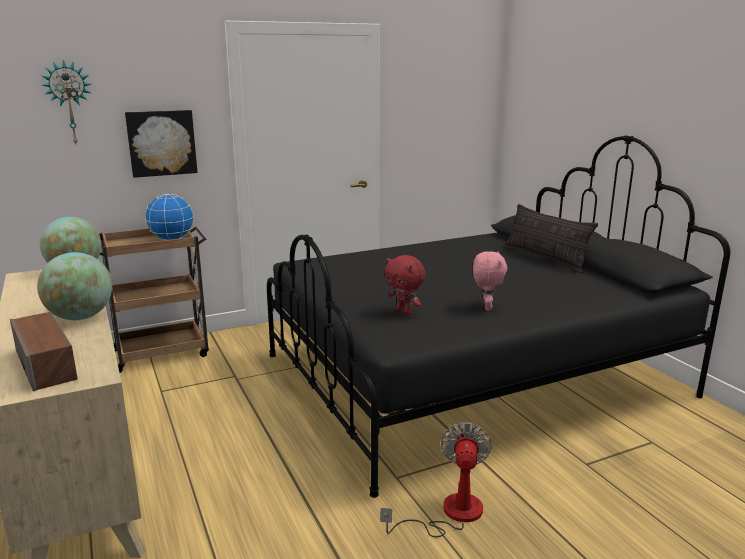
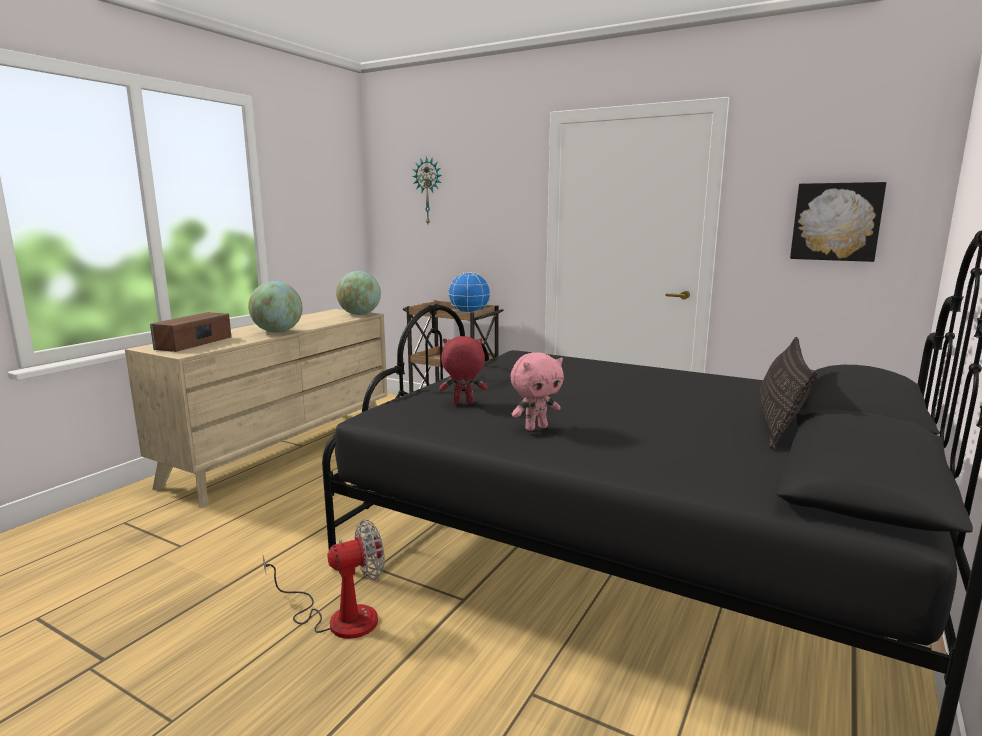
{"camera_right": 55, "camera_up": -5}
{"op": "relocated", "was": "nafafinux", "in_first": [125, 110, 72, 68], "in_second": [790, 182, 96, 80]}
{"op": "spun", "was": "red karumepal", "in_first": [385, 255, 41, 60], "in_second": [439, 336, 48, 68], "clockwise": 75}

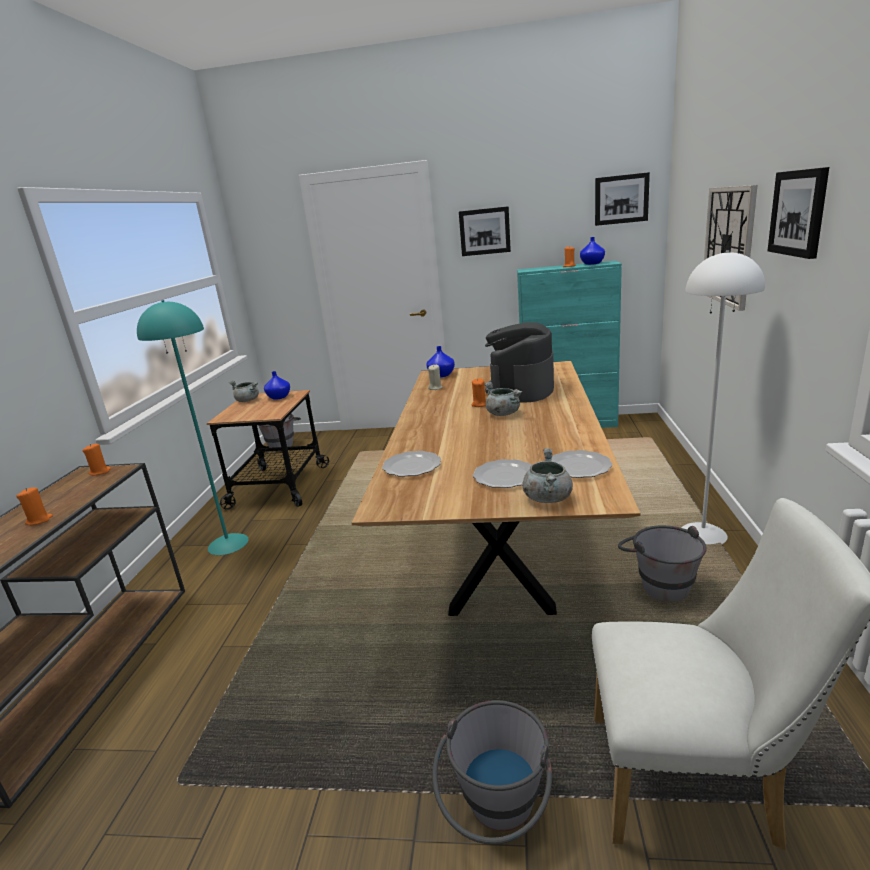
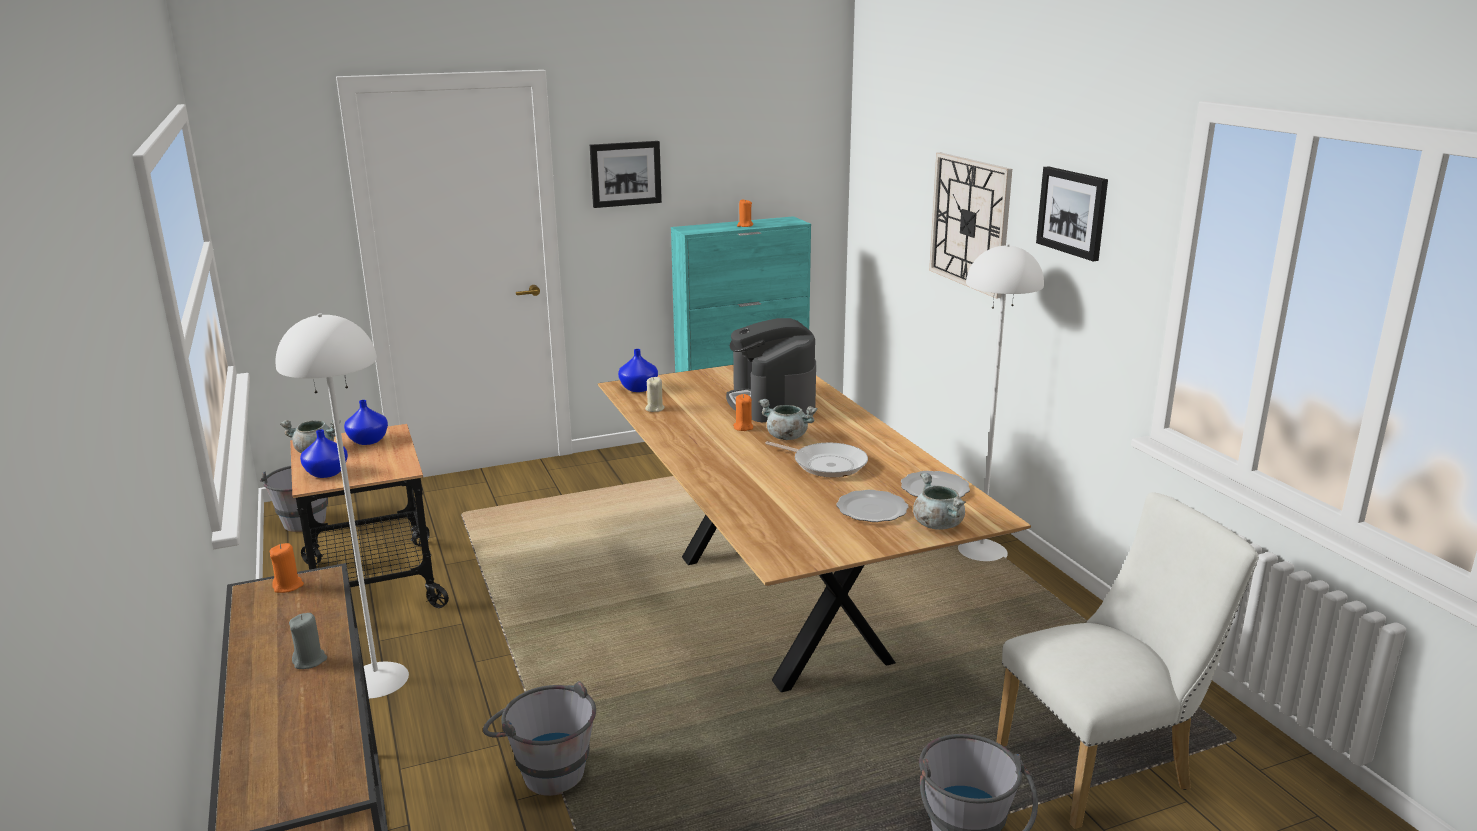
{"camera_right": -30, "camera_up": 0}
{"op": "colour", "was": "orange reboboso", "now": "grey reboboso", "in_first": [17, 487, 36, 38], "in_second": [289, 613, 38, 56]}
{"op": "colour", "was": "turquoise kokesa", "now": "white kokesa", "in_first": [137, 300, 112, 255], "in_second": [276, 313, 133, 386]}
{"op": "missing", "was": "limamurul", "in_first": [382, 451, 59, 26]}
{"op": "relocated", "was": "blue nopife", "in_first": [580, 237, 25, 28], "in_second": [300, 429, 48, 49]}
{"op": "missing", "was": "nafafinux", "in_first": [595, 172, 55, 54]}
{"op": "relocated", "was": "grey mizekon", "in_first": [618, 525, 88, 77], "in_second": [483, 681, 113, 115]}
{"op": "appeared", "now": "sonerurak", "in_second": [765, 441, 103, 36]}

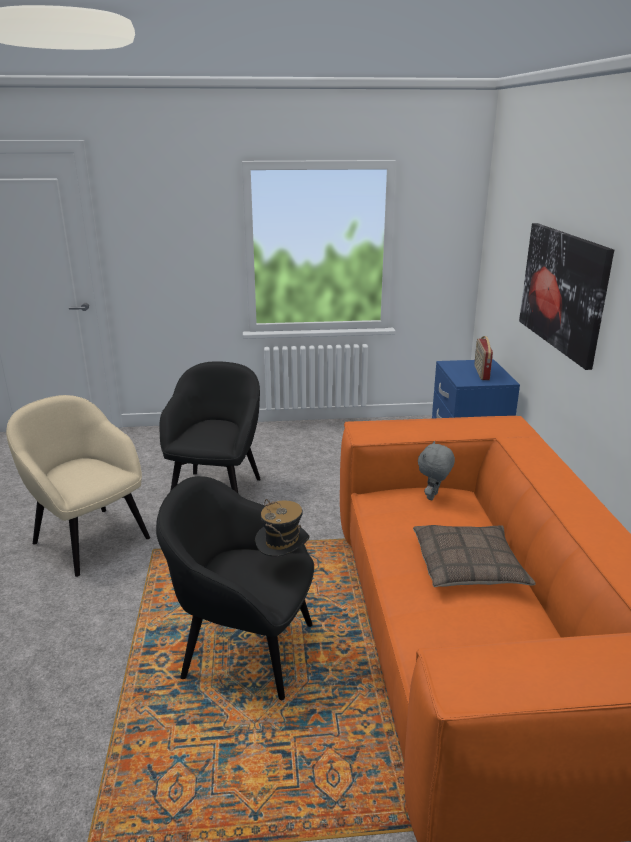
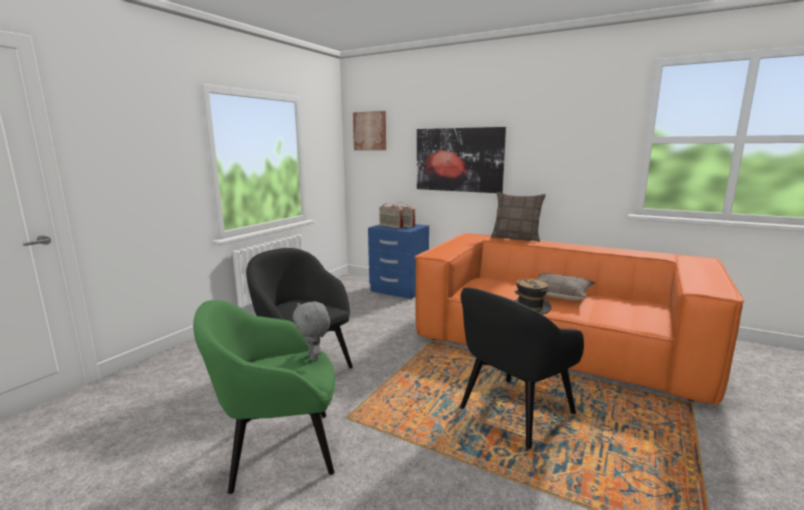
{"camera_right": -55, "camera_up": -10}
{"op": "colour", "was": "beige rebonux", "now": "green rebonux", "in_first": [6, 395, 144, 182], "in_second": [193, 300, 142, 194]}
{"op": "relocated", "was": "grey karumepal", "in_first": [418, 441, 37, 59], "in_second": [293, 302, 37, 59]}
{"op": "appeared", "now": "nafafinux", "in_second": [353, 111, 33, 39]}
{"op": "appeared", "now": "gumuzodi", "in_second": [379, 203, 24, 25]}
{"op": "appeared", "now": "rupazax", "in_second": [491, 192, 55, 50]}

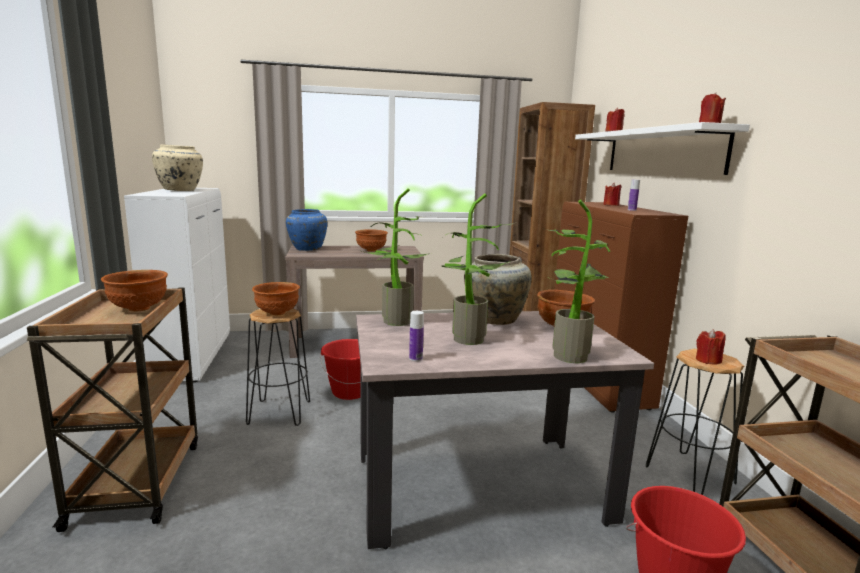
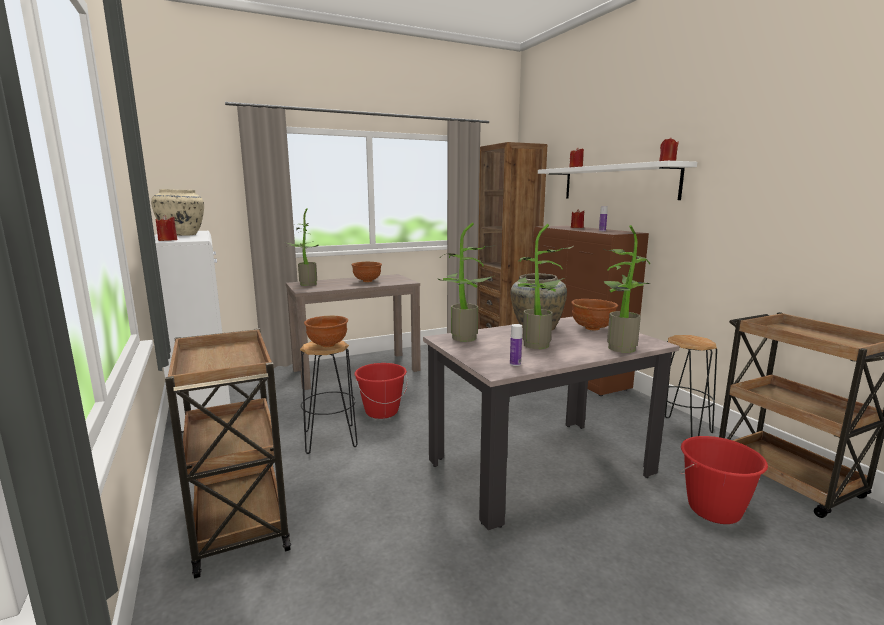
{"camera_right": -15, "camera_up": 0}
{"op": "missing", "was": "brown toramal", "in_first": [101, 270, 67, 42]}
{"op": "exchanged", "was": "blue nopife", "now": "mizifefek", "in_first": [286, 209, 41, 42], "in_second": [288, 208, 30, 78]}
{"op": "relocated", "was": "red reboboso", "in_first": [696, 329, 30, 35], "in_second": [156, 215, 22, 26]}

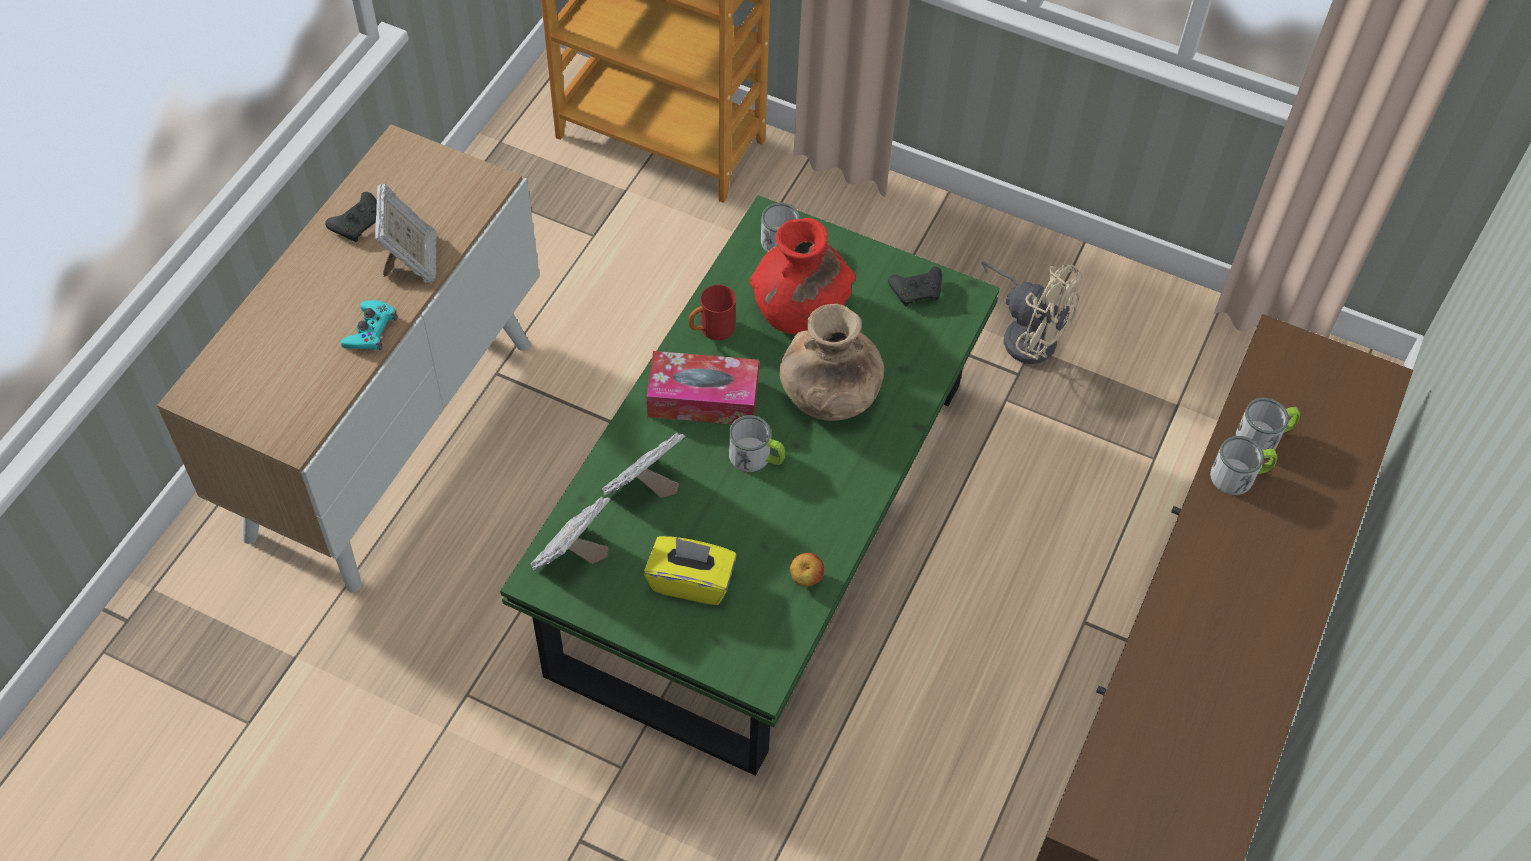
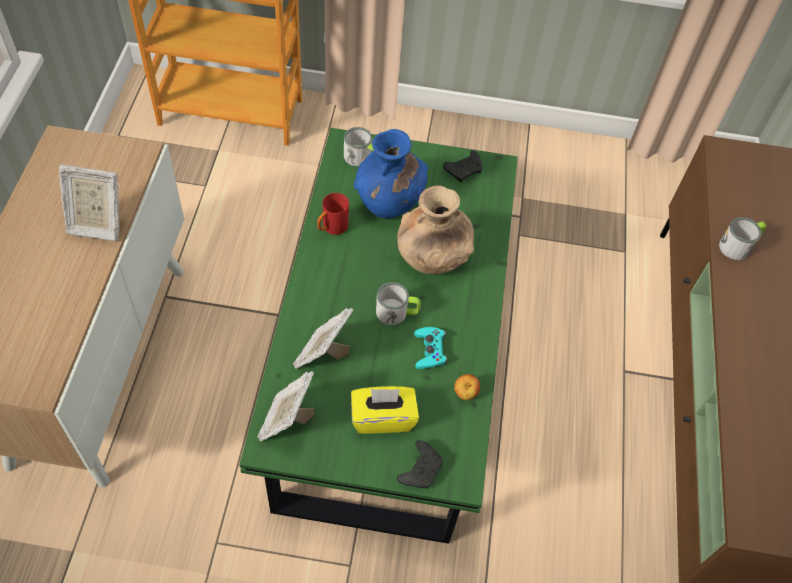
{"camera_right": -20, "camera_up": 0}
{"op": "relocated", "was": "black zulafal", "in_first": [325, 192, 52, 50], "in_second": [397, 440, 46, 48]}
{"op": "relocated", "was": "turquoise zulafal", "in_first": [341, 300, 56, 50], "in_second": [414, 327, 34, 42]}
{"op": "spun", "was": "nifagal", "in_first": [375, 184, 62, 100], "in_second": [58, 165, 61, 76], "clockwise": 120}
{"op": "missing", "was": "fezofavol", "in_first": [646, 351, 113, 73]}
{"op": "colour", "was": "red nopife", "now": "blue nopife", "in_first": [750, 218, 105, 116], "in_second": [354, 129, 74, 89]}
{"op": "missing", "was": "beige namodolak", "in_first": [981, 261, 103, 103]}
{"op": "missing", "was": "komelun", "in_first": [1236, 398, 64, 52]}

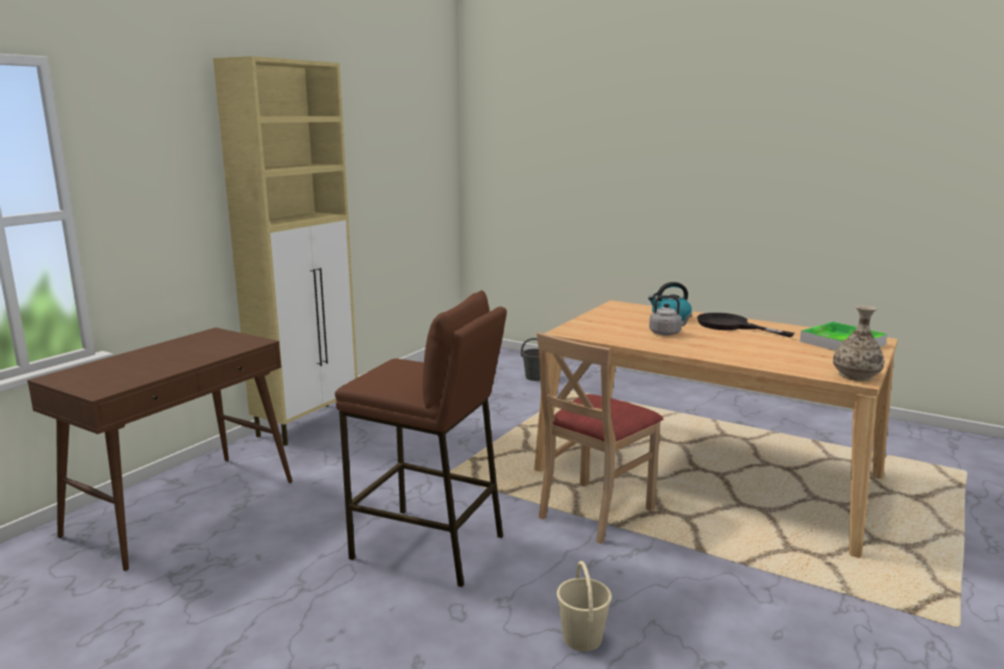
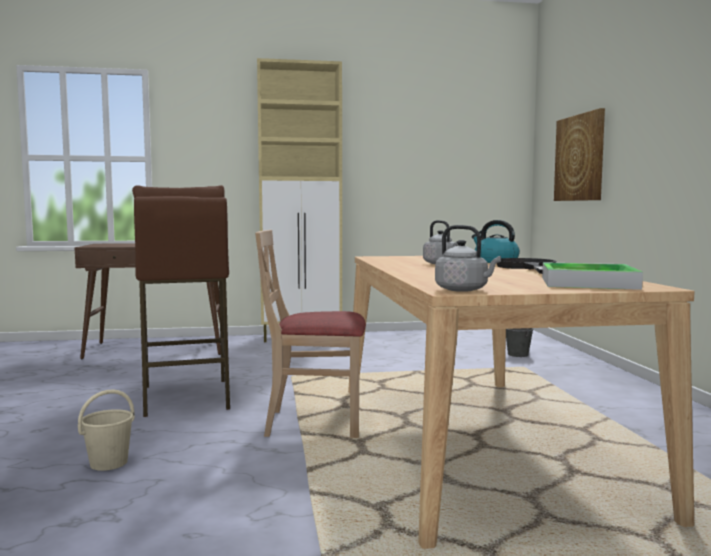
{"camera_right": 50, "camera_up": -10}
{"op": "exchanged", "was": "nopife", "now": "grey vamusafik", "in_first": [833, 306, 51, 75], "in_second": [435, 225, 66, 67]}
{"op": "appeared", "now": "nafafinux", "in_second": [554, 108, 51, 93]}

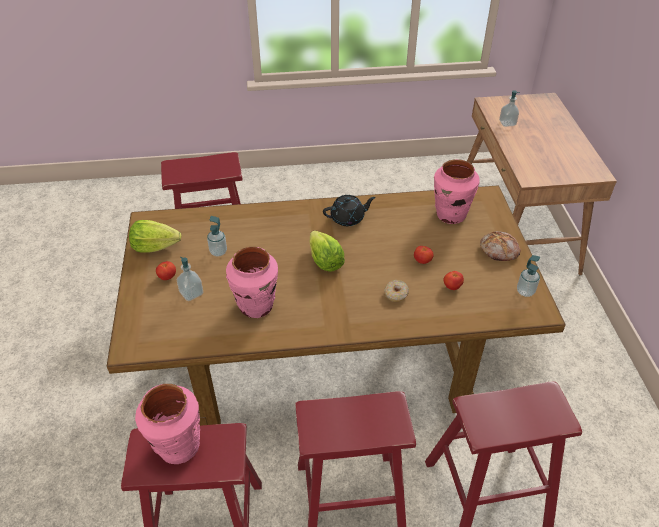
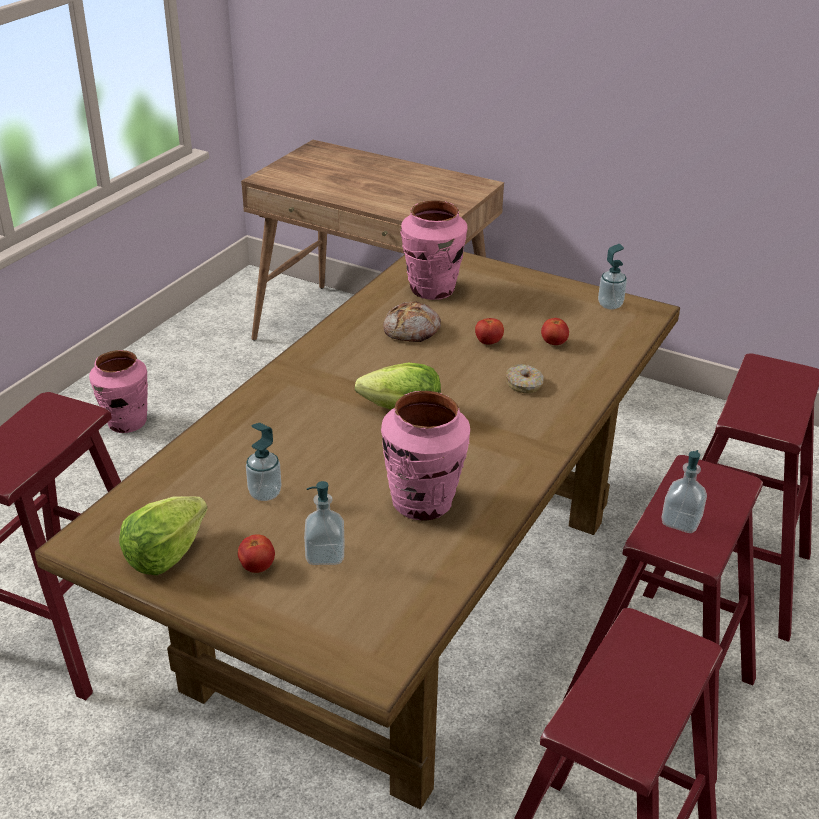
{"camera_right": -55, "camera_up": -10}
{"op": "relocated", "was": "pink nopife", "in_first": [135, 384, 65, 80], "in_second": [89, 350, 59, 83]}
{"op": "missing", "was": "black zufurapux", "in_first": [323, 195, 53, 31]}
{"op": "relocated", "was": "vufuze", "in_first": [480, 231, 41, 30], "in_second": [383, 301, 58, 41]}
{"op": "relocated", "was": "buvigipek", "in_first": [499, 90, 21, 37], "in_second": [661, 450, 46, 83]}

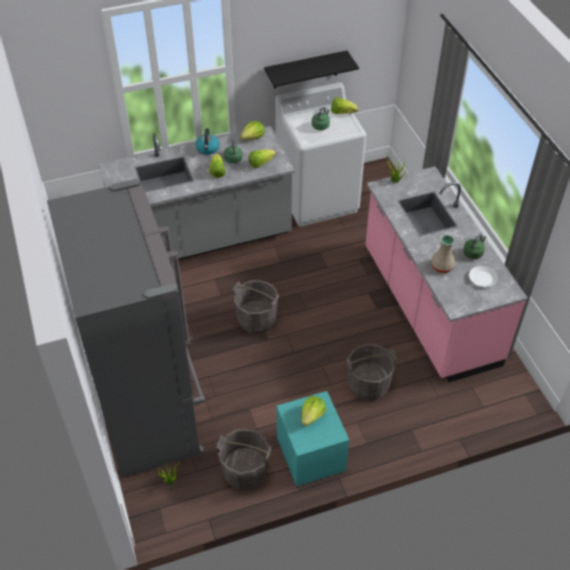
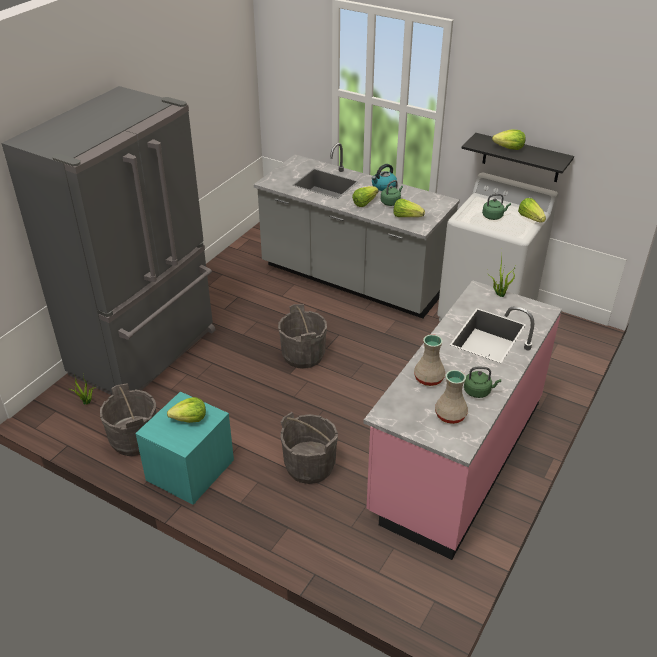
{"camera_right": 50, "camera_up": -10}
{"op": "relocated", "was": "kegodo", "in_first": [240, 121, 25, 19], "in_second": [492, 130, 33, 20]}
{"op": "exchanged", "was": "white limamurul", "now": "beige nopife", "in_first": [469, 266, 28, 21], "in_second": [435, 370, 33, 54]}

